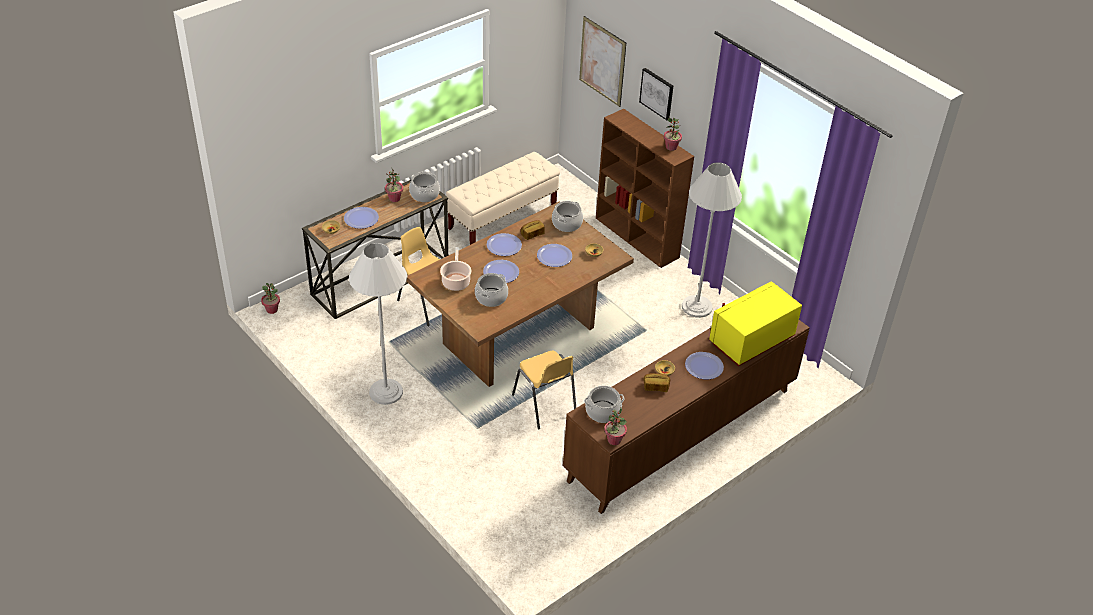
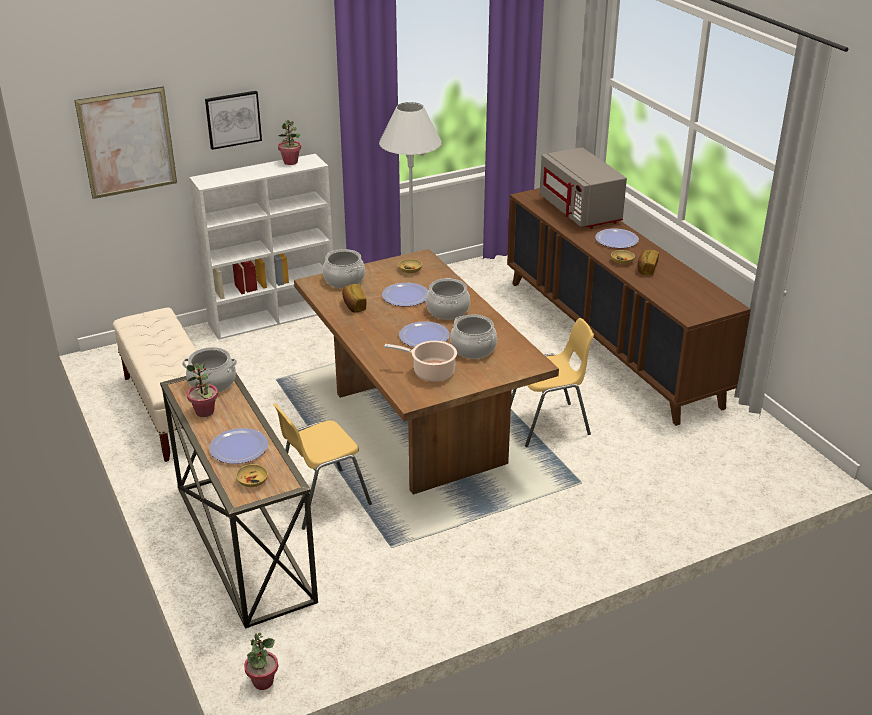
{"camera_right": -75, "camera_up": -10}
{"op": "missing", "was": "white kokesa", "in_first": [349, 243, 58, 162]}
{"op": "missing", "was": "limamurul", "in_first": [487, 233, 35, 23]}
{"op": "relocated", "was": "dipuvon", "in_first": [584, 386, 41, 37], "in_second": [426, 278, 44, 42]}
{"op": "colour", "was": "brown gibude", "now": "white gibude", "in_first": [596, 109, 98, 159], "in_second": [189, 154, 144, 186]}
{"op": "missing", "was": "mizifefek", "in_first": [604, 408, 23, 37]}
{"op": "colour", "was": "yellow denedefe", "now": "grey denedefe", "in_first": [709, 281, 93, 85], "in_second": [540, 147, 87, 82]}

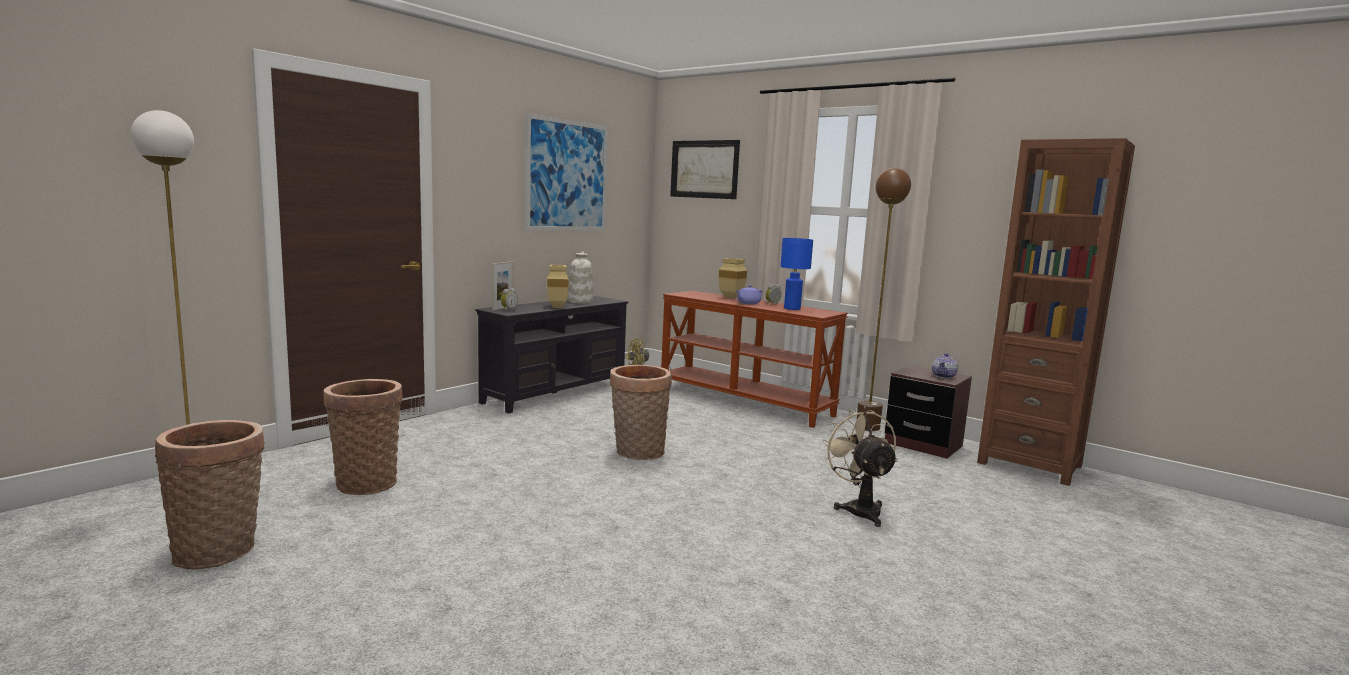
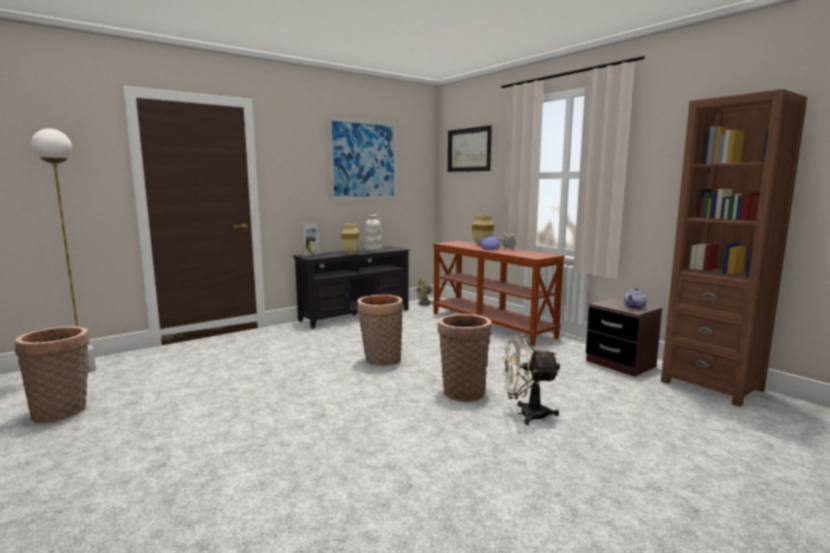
{"camera_right": 15, "camera_up": 0}
{"op": "relocated", "was": "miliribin", "in_first": [323, 379, 80, 116], "in_second": [437, 314, 55, 88]}
{"op": "missing", "was": "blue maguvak", "in_first": [780, 238, 33, 72]}
{"op": "spun", "was": "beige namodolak", "in_first": [822, 409, 76, 118], "in_second": [503, 335, 57, 90], "clockwise": -90}
{"op": "missing", "was": "brown kokesa", "in_first": [856, 168, 55, 263]}

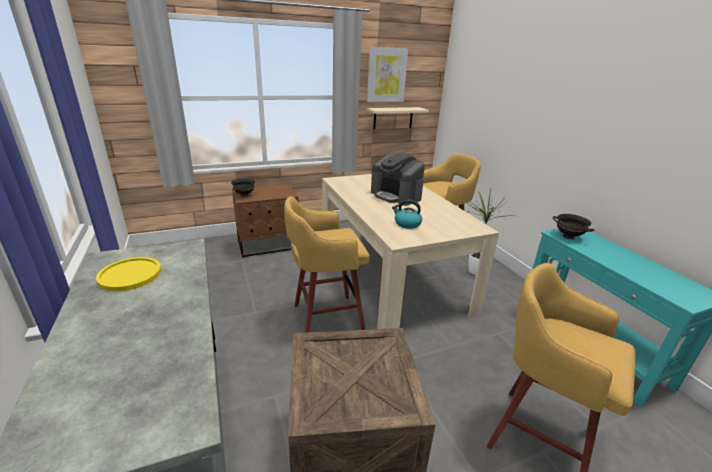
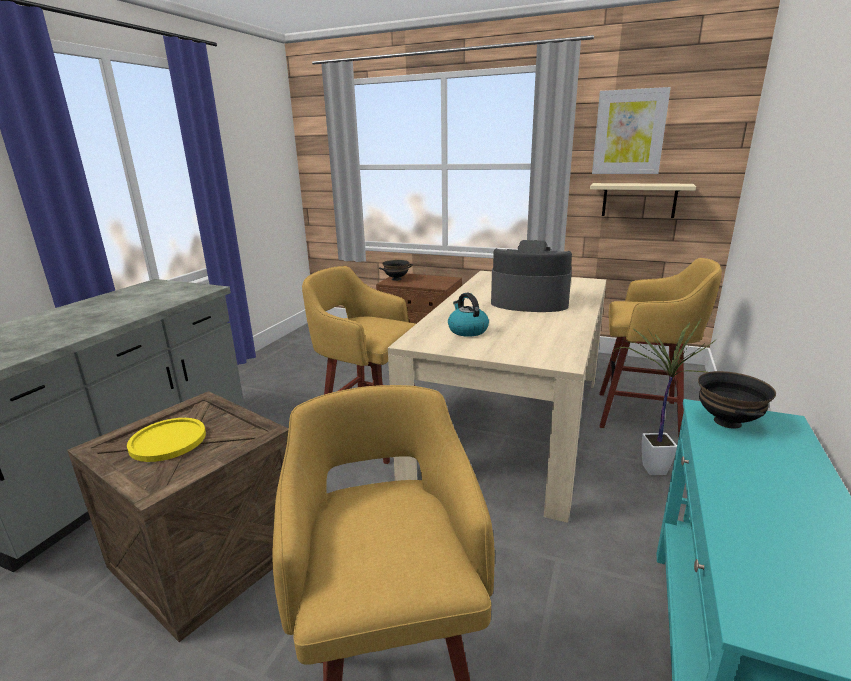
{"camera_right": 45, "camera_up": -5}
{"op": "relocated", "was": "yellow limamurul", "in_first": [96, 257, 65, 35], "in_second": [127, 418, 79, 44]}
{"op": "spun", "was": "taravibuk", "in_first": [371, 153, 54, 53], "in_second": [491, 240, 81, 72], "clockwise": 105}

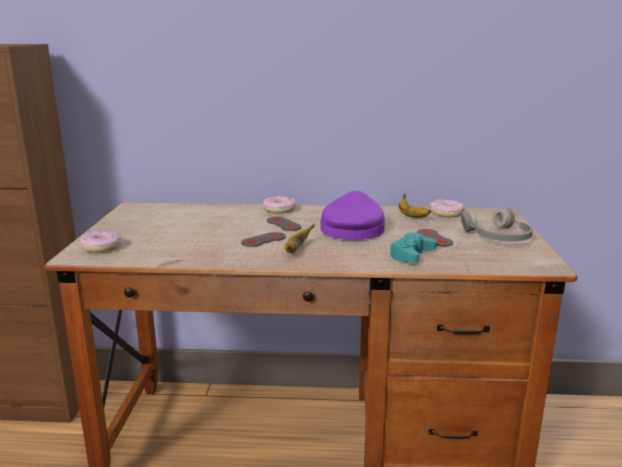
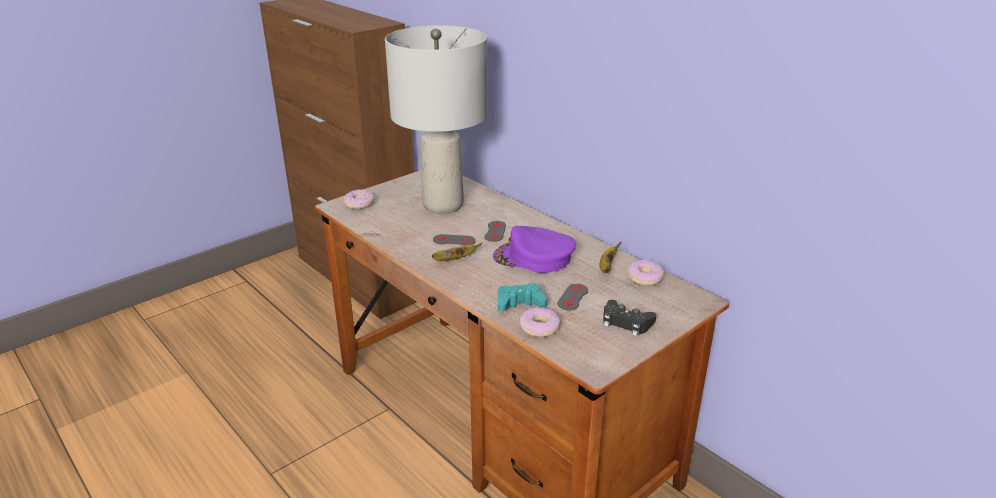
{"camera_right": 45, "camera_up": 10}
{"op": "relocated", "was": "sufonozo", "in_first": [263, 196, 33, 18], "in_second": [519, 307, 42, 30]}
{"op": "spun", "was": "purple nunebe", "in_first": [320, 191, 65, 49], "in_second": [493, 226, 83, 47], "clockwise": -135}
{"op": "exchanged", "was": "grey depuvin", "now": "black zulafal", "in_first": [461, 208, 72, 33], "in_second": [603, 300, 53, 36]}
{"op": "appeared", "now": "grey maguvak", "in_second": [385, 25, 103, 189]}

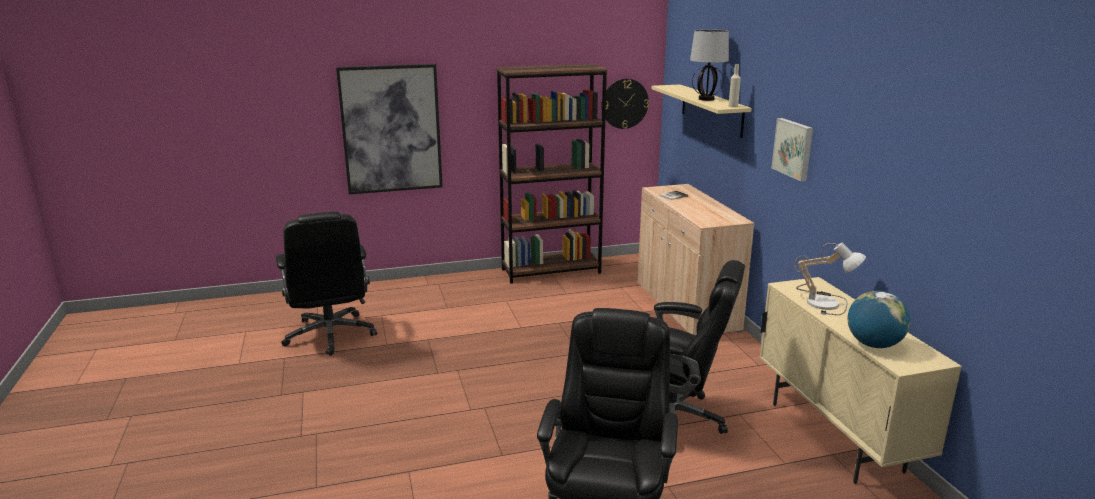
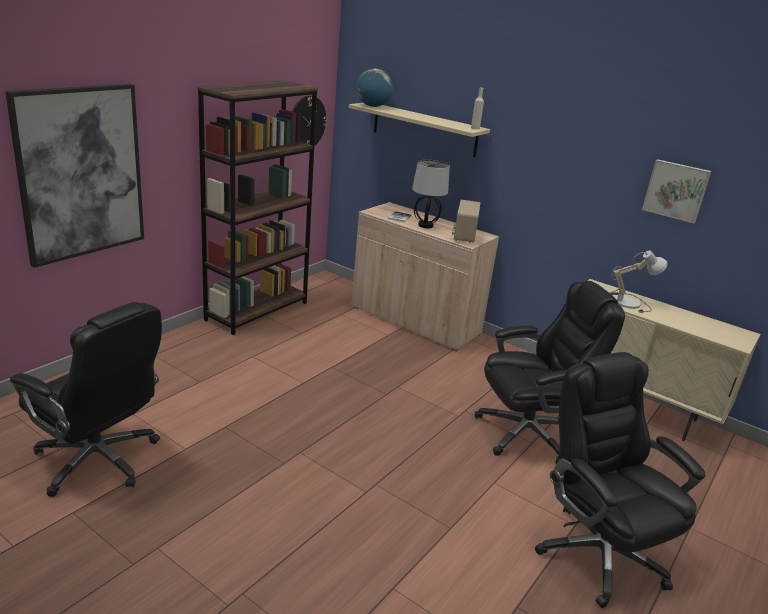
{"camera_right": -40, "camera_up": 5}
{"op": "relocated", "was": "maguvak", "in_first": [690, 29, 39, 72], "in_second": [412, 160, 38, 68]}
{"op": "relocated", "was": "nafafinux", "in_first": [772, 118, 41, 63], "in_second": [642, 159, 69, 64]}
{"op": "relocated", "was": "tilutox", "in_first": [848, 291, 62, 57], "in_second": [356, 69, 37, 38]}
{"op": "appeared", "now": "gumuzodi", "in_second": [452, 200, 29, 43]}

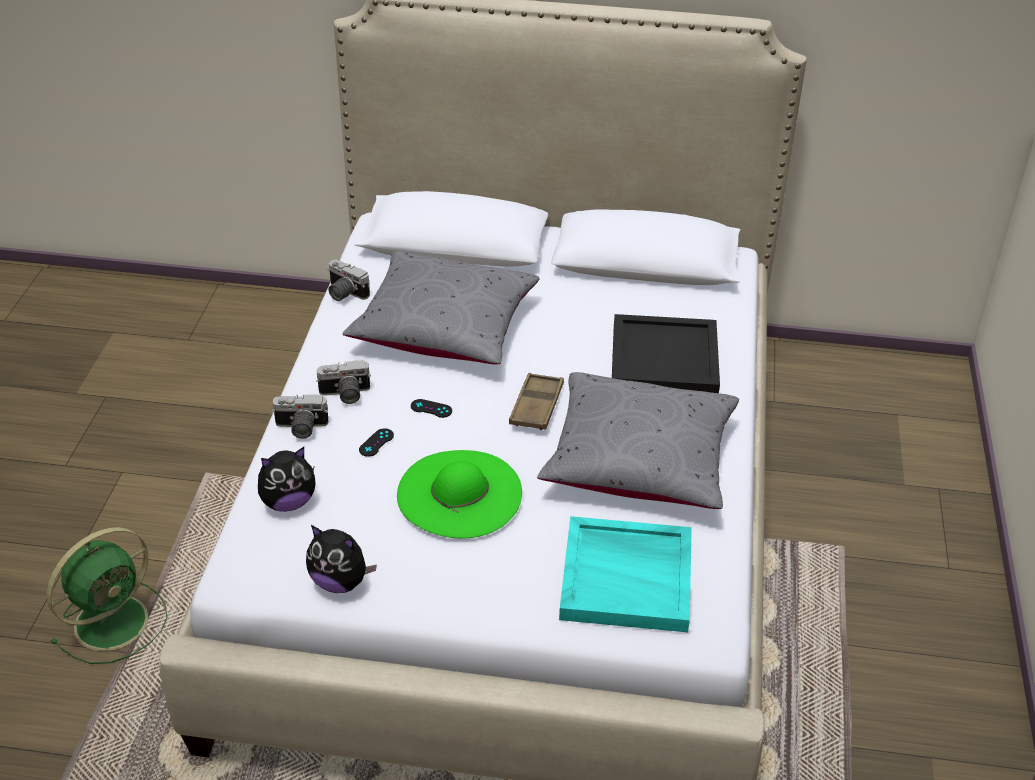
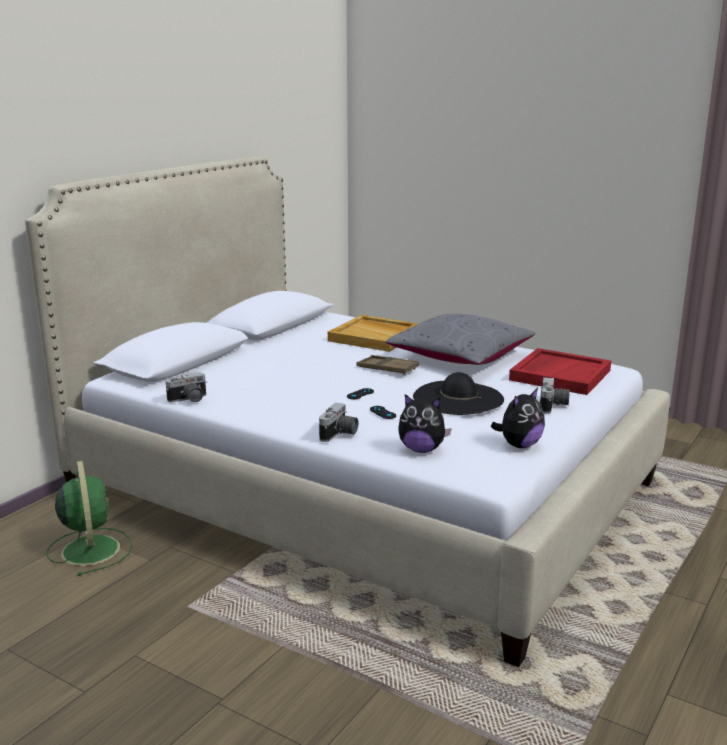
{"camera_right": -65, "camera_up": -20}
{"op": "relocated", "was": "green namodolak", "in_first": [47, 527, 120, 137], "in_second": [47, 461, 85, 115]}
{"op": "spun", "was": "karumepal", "in_first": [258, 447, 58, 65], "in_second": [398, 394, 54, 59], "clockwise": 105}
{"op": "relocated", "was": "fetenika", "in_first": [316, 360, 55, 44], "in_second": [540, 377, 30, 37]}
{"op": "missing", "was": "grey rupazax", "in_first": [342, 251, 198, 113]}
{"op": "colour", "was": "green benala", "now": "black benala", "in_first": [397, 450, 125, 88], "in_second": [413, 372, 91, 43]}
{"op": "colour", "was": "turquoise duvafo", "now": "red duvafo", "in_first": [559, 516, 133, 116], "in_second": [509, 348, 102, 47]}
{"op": "colour", "was": "black duvafo", "now": "beige duvafo", "in_first": [612, 314, 108, 79], "in_second": [328, 315, 90, 37]}

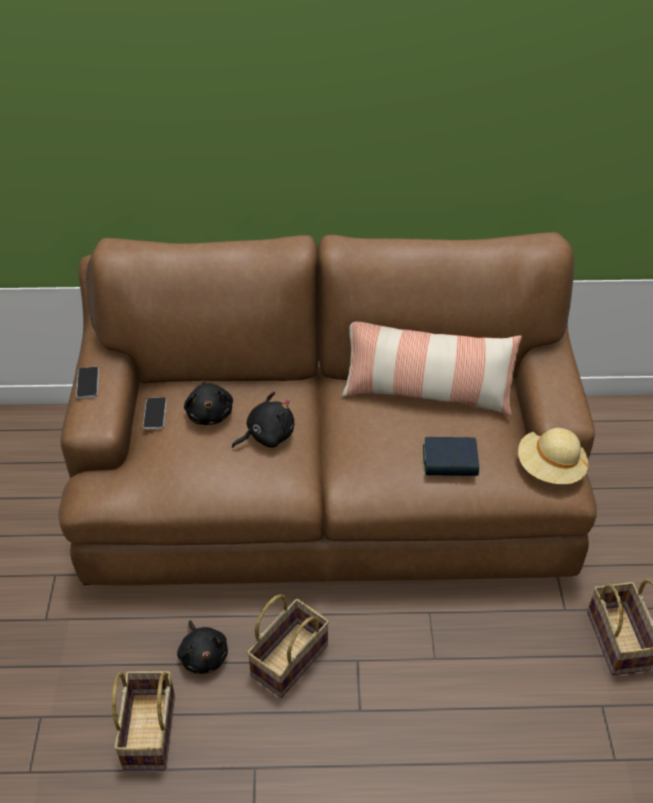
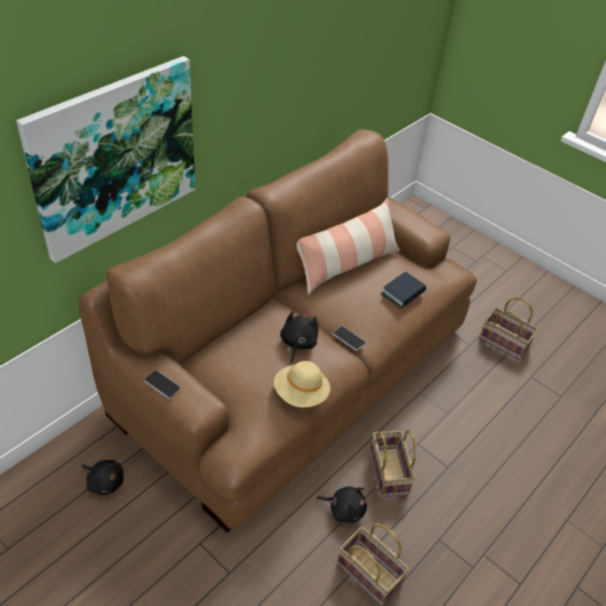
{"camera_right": -50, "camera_up": 0}
{"op": "relocated", "was": "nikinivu", "in_first": [143, 397, 24, 32], "in_second": [333, 326, 33, 25]}
{"op": "relocated", "was": "black karumepal", "in_first": [184, 382, 49, 43], "in_second": [82, 460, 42, 35]}
{"op": "relocated", "was": "beige benala", "in_first": [518, 428, 71, 56], "in_second": [274, 361, 56, 47]}
{"op": "appeared", "now": "nafafinux", "in_second": [16, 56, 179, 207]}

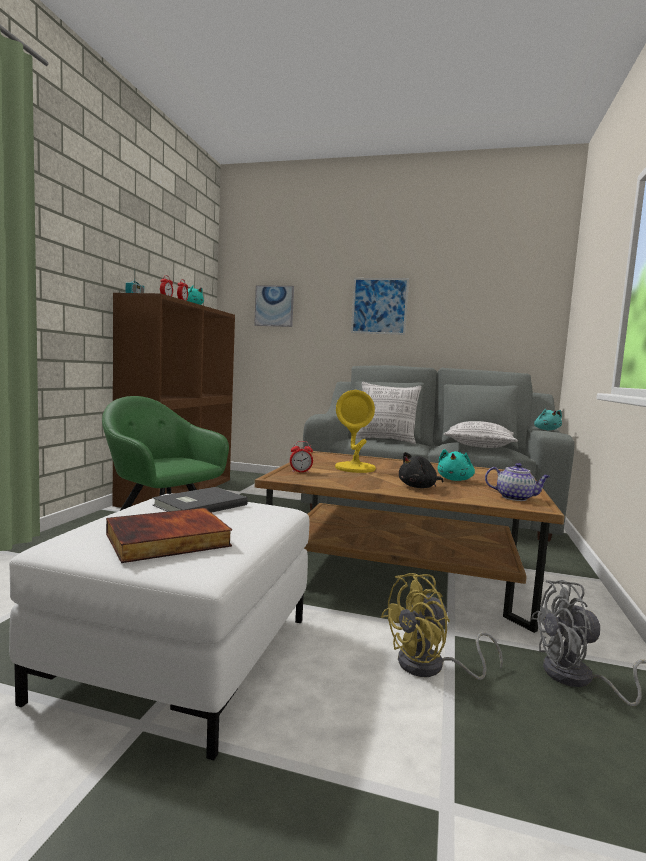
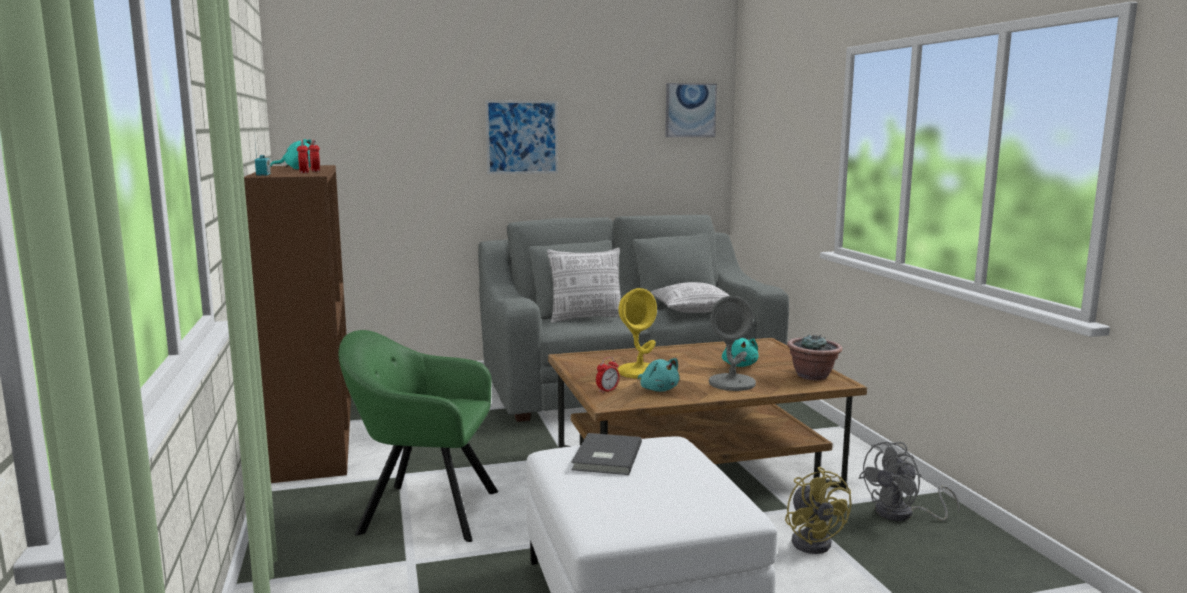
{"camera_right": -30, "camera_up": 5}
{"op": "missing", "was": "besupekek", "in_first": [106, 508, 126, 55]}
{"op": "relocated", "was": "nafafinux", "in_first": [254, 285, 40, 42], "in_second": [665, 83, 52, 54]}
{"op": "spun", "was": "yellow namodolak", "in_first": [381, 573, 122, 107], "in_second": [785, 467, 67, 87], "clockwise": -45}
{"op": "exchanged", "was": "black karumepal", "now": "grey maguvak", "in_first": [399, 452, 45, 36], "in_second": [709, 296, 47, 95]}
{"op": "exchanged", "was": "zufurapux", "now": "mizifefek", "in_first": [485, 463, 66, 38], "in_second": [787, 334, 55, 46]}
{"op": "relocated", "was": "turquoise karumepal", "in_first": [534, 409, 28, 21], "in_second": [638, 358, 42, 34]}

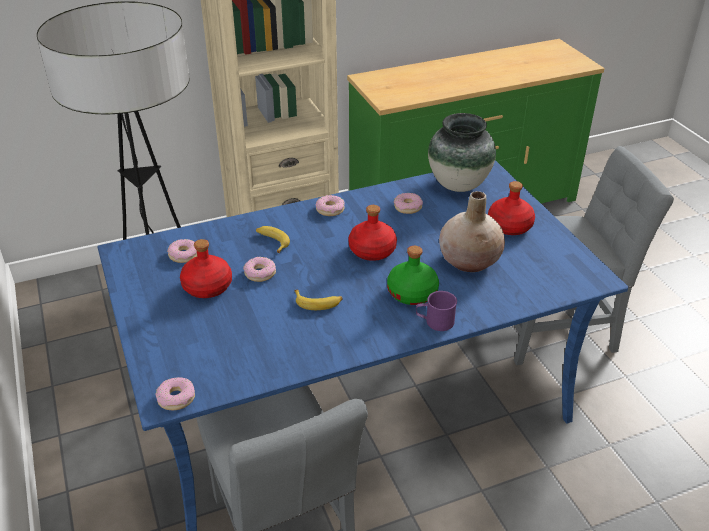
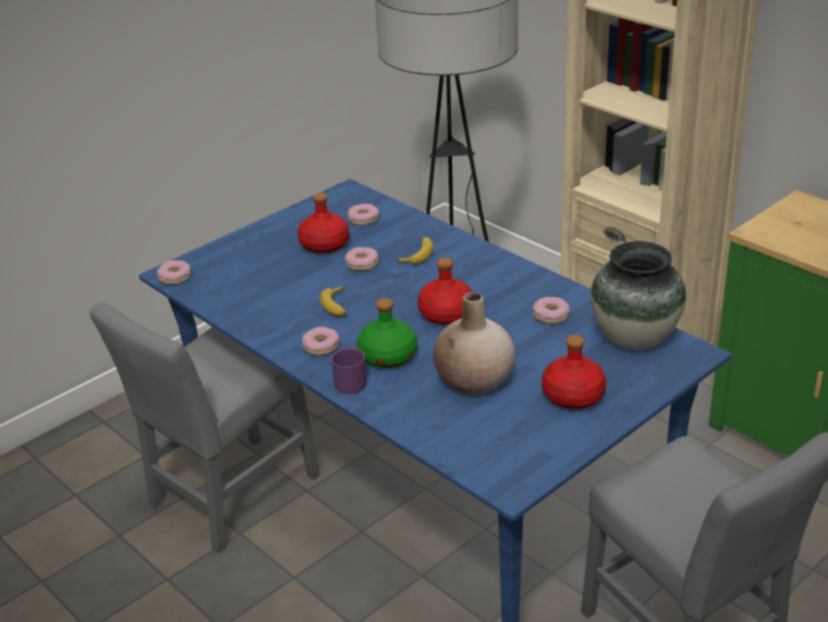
{"camera_right": 70, "camera_up": -5}
{"op": "relocated", "was": "sufonozo", "in_first": [316, 195, 29, 21], "in_second": [302, 327, 38, 28]}

